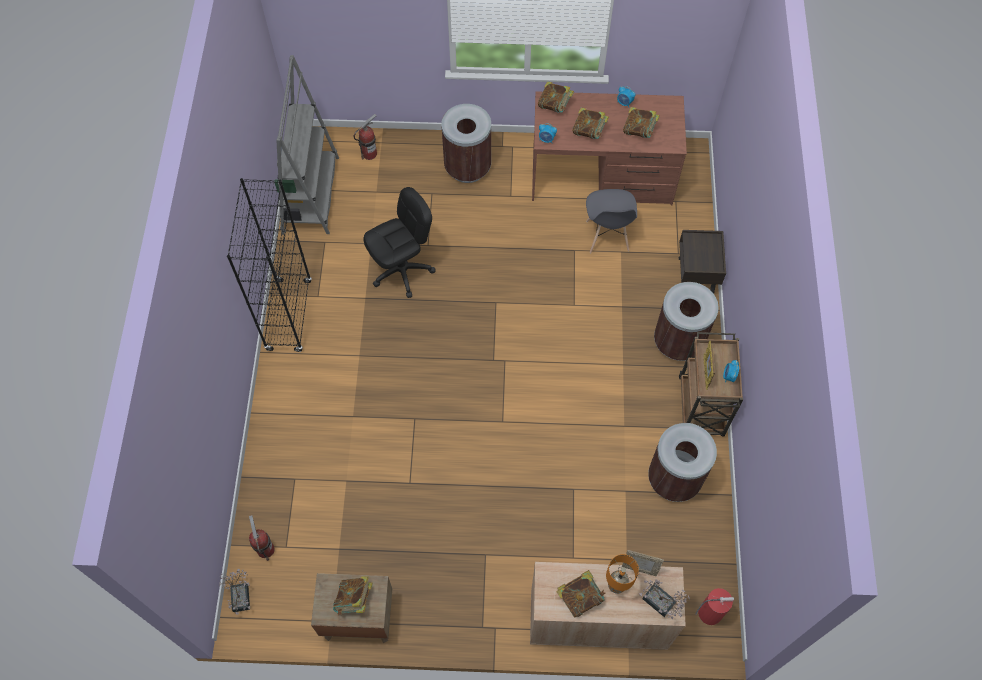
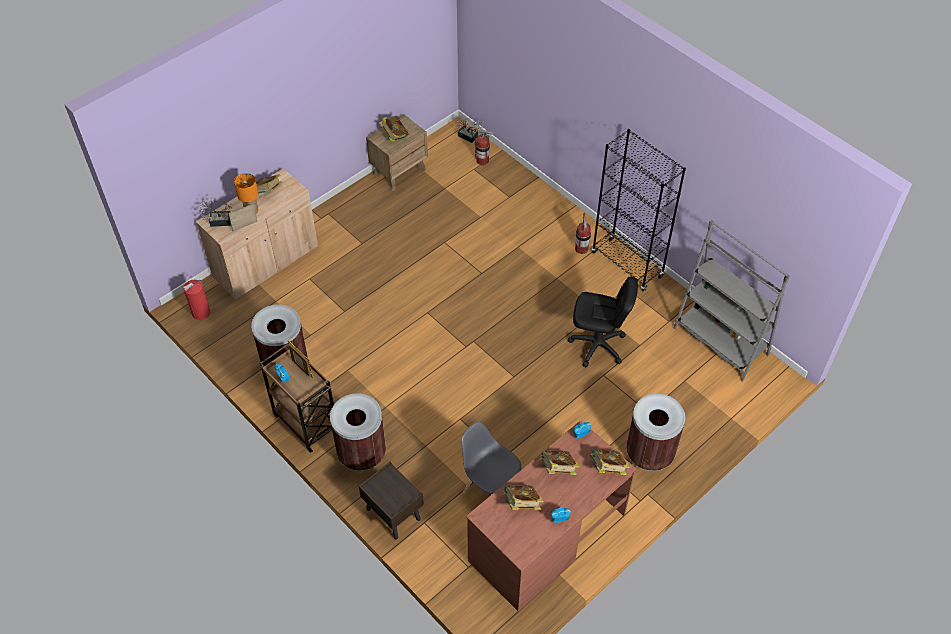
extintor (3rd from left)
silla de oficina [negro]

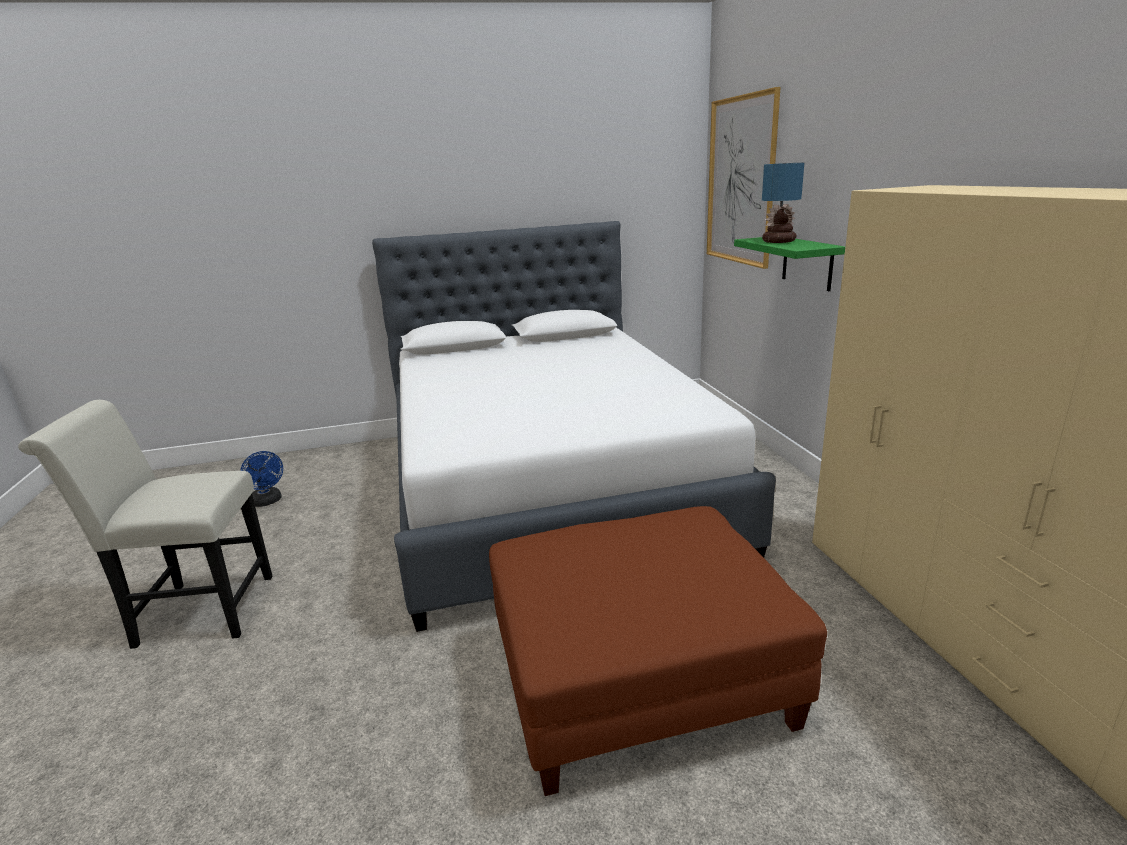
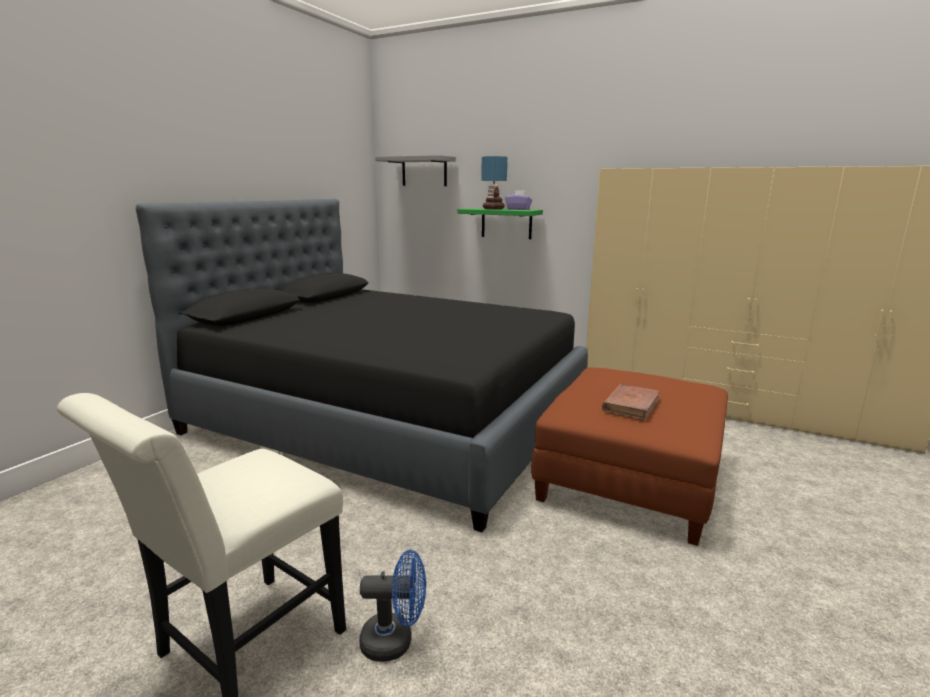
estante [gris]
cama [negro]
ventilador [azul]
caja de pañuelos [morado]
libro [marrón]

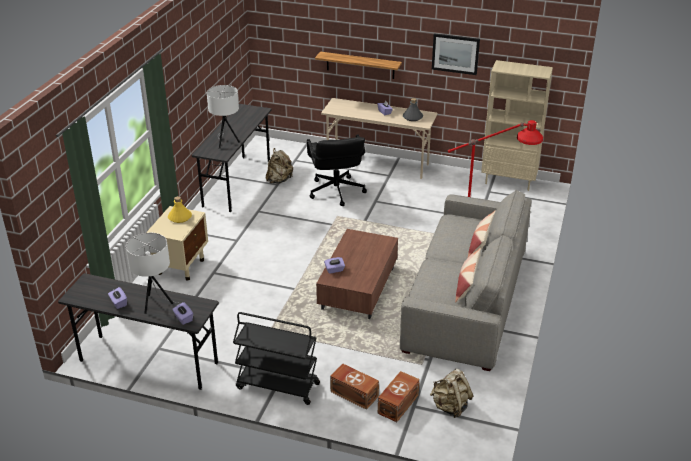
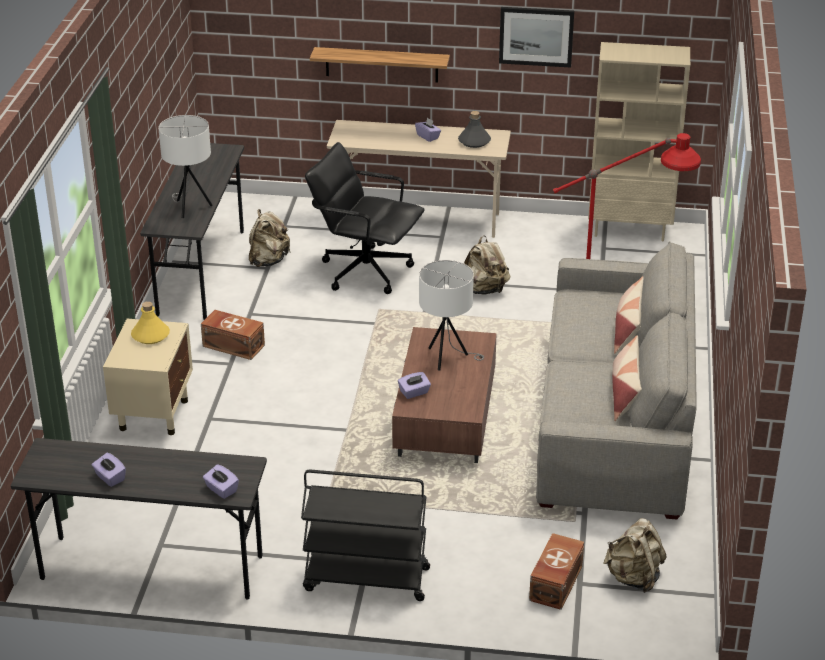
silla de oficina [negro]
lámpara de mesa [blanco] (2nd from left)
caja de almacenaje [marrón] (1st from left)
mochila [beis] (2nd from left)

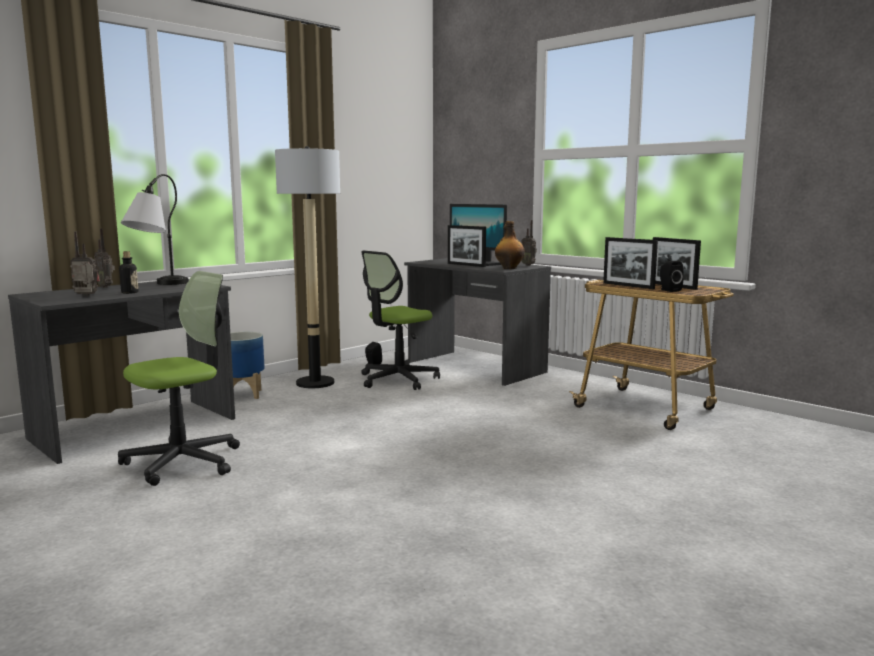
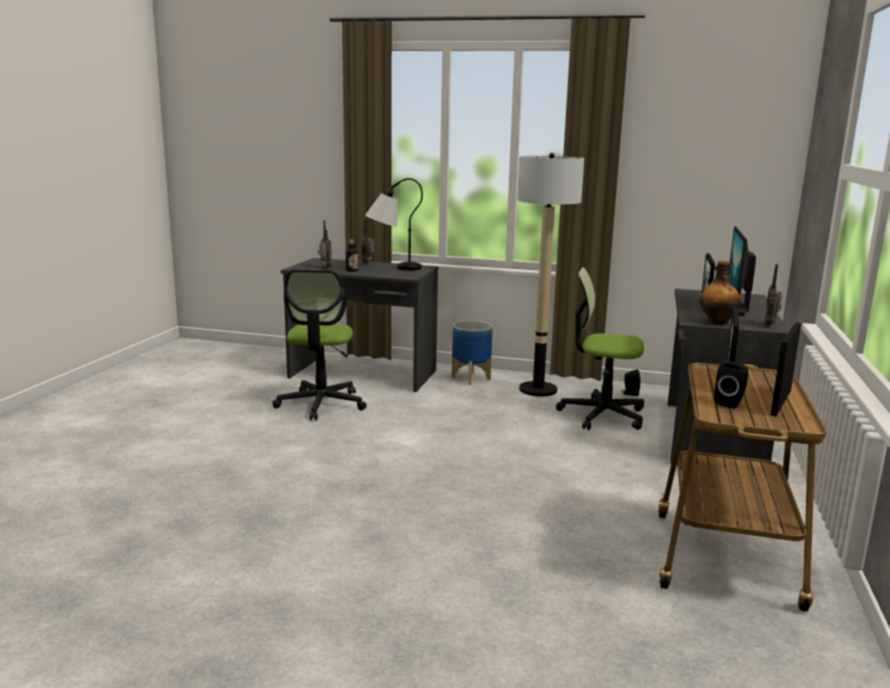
silla de oficina (1st from left)

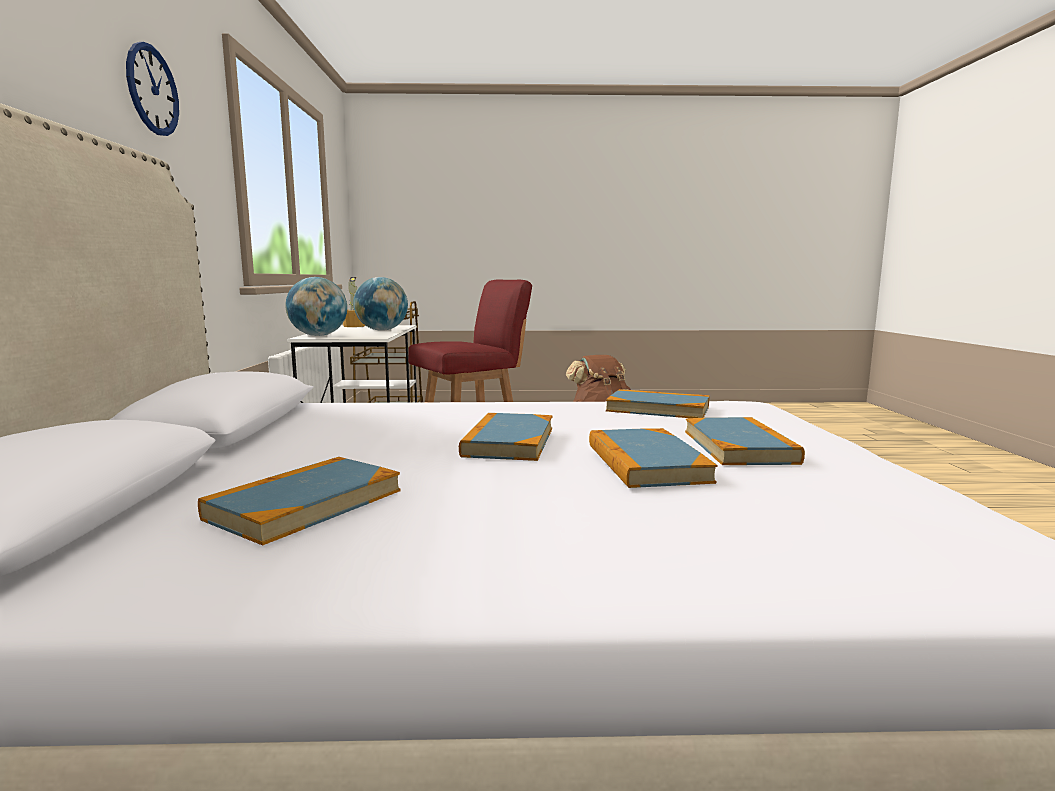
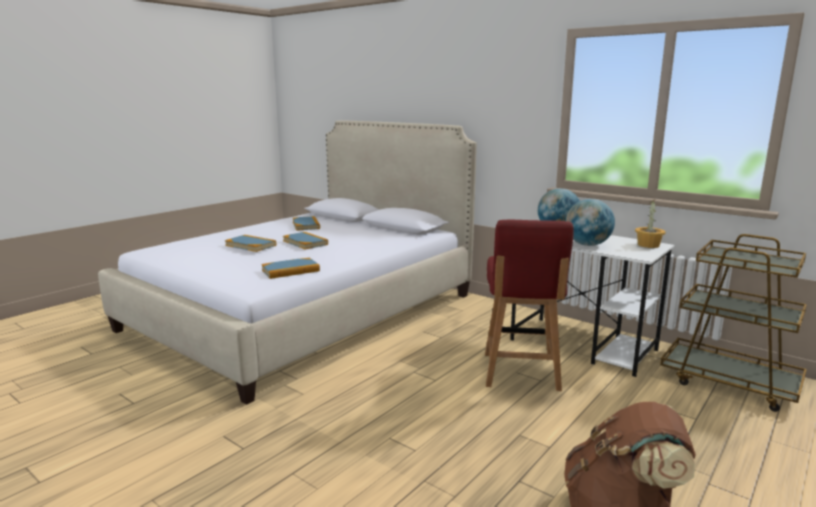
reloj de pared
libro (5th from left in the first image)

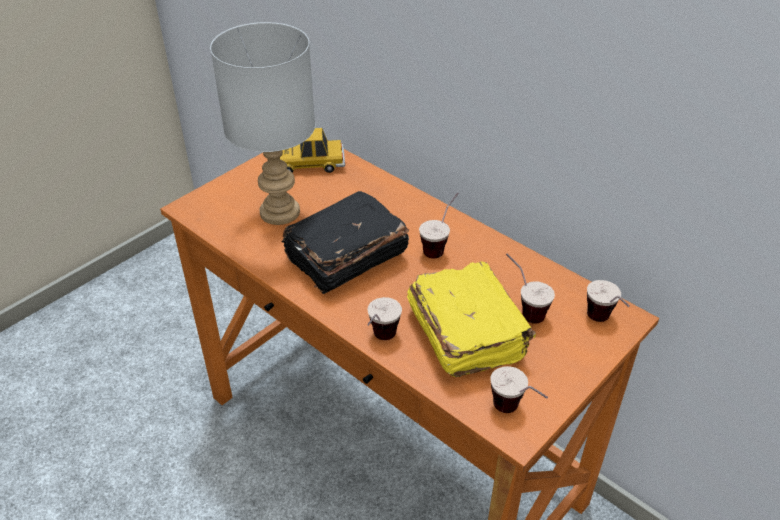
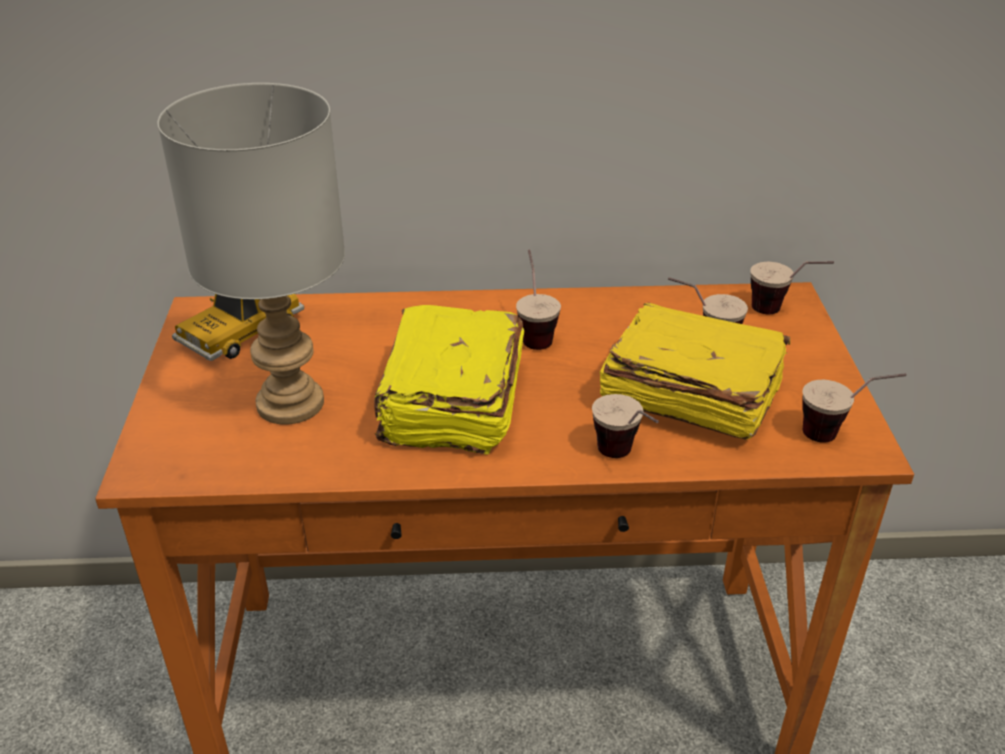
libro [amarillo] (1st from left)

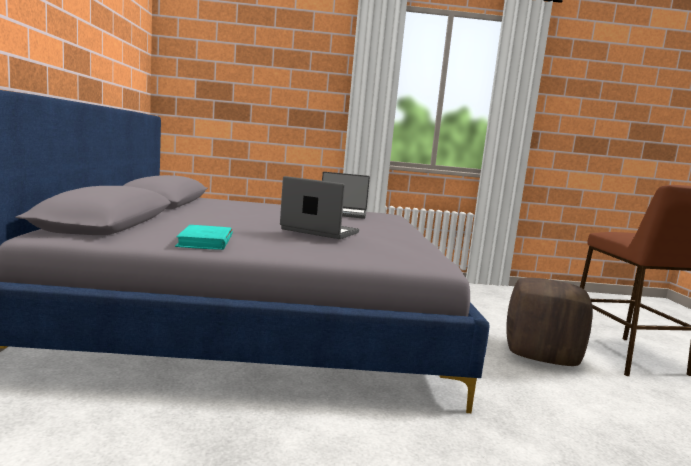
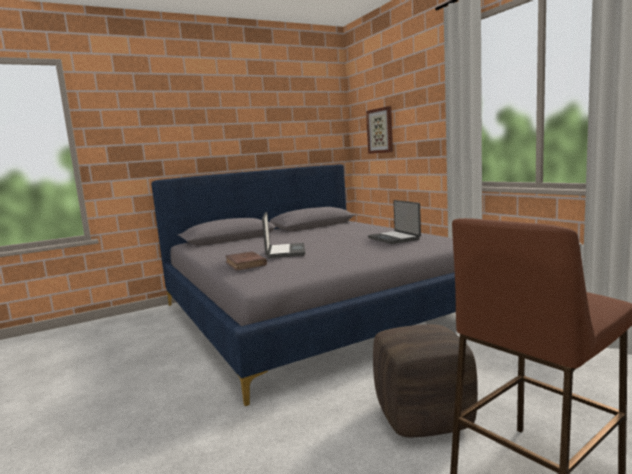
libro [turquesa]
cuadro
libro [marrón]

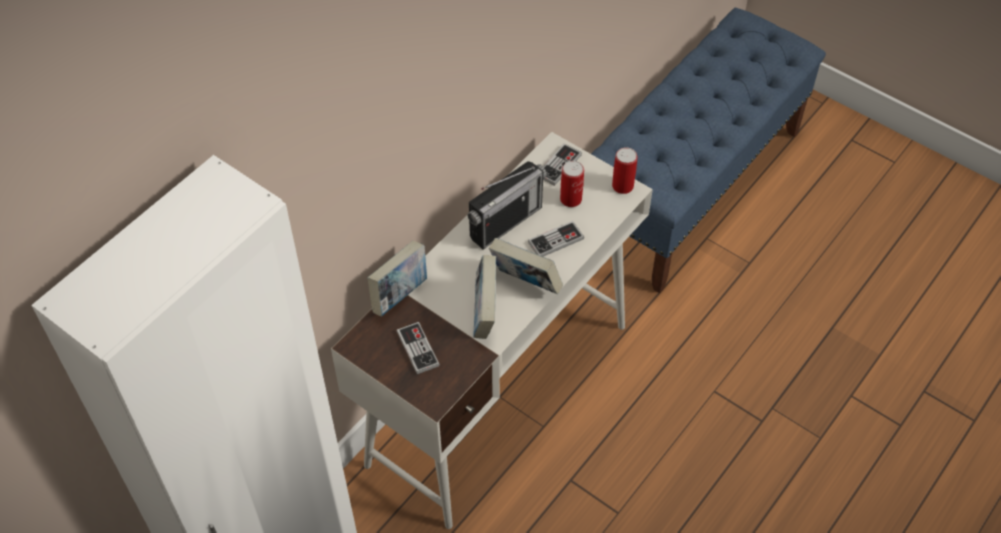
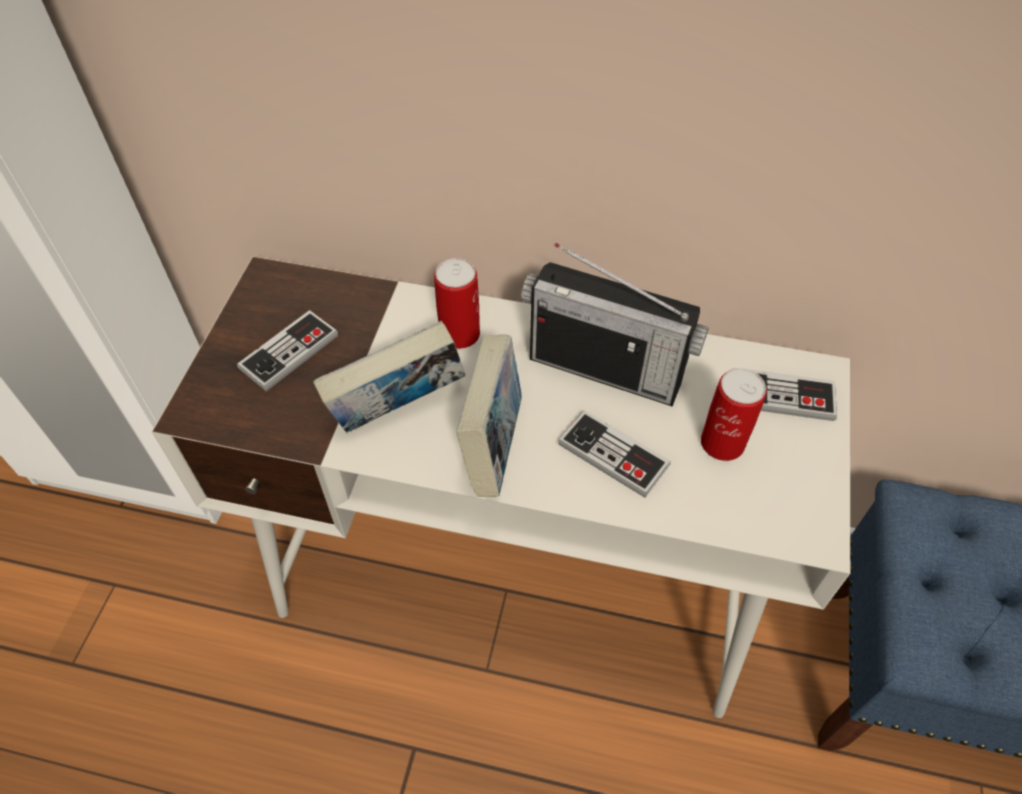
lata (1st from left)
libro (1st from left in the first image)

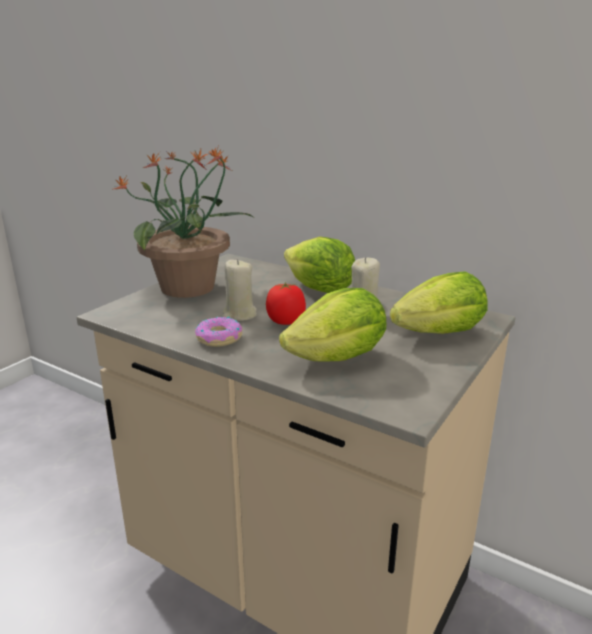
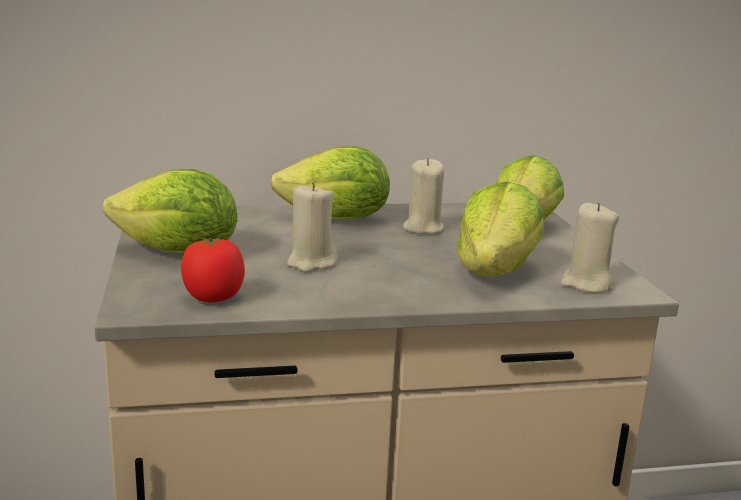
lechuga (1st from left)
tomate
rosquilla
vela [beis] (3rd from left)

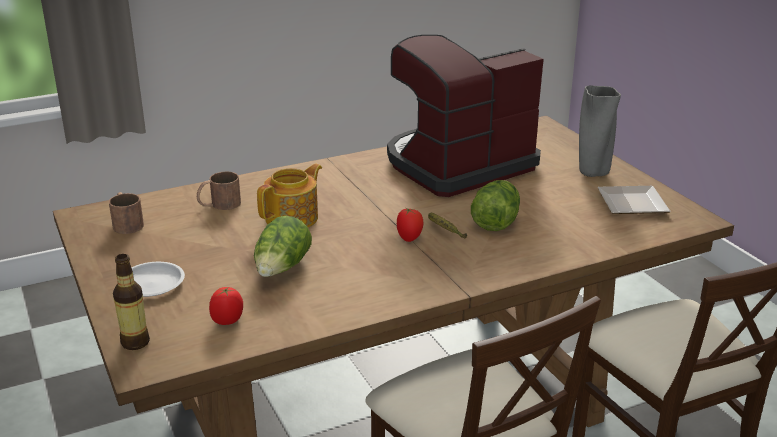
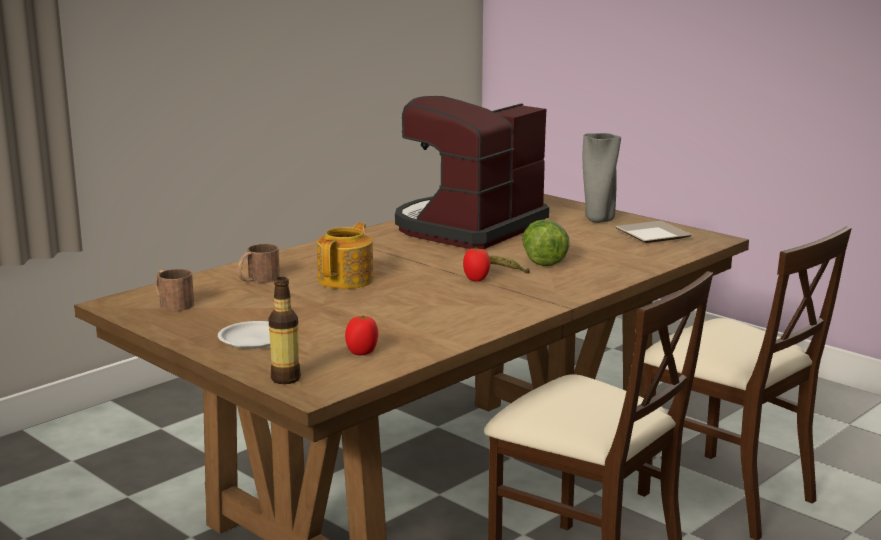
lechuga (1st from left in the first image)

